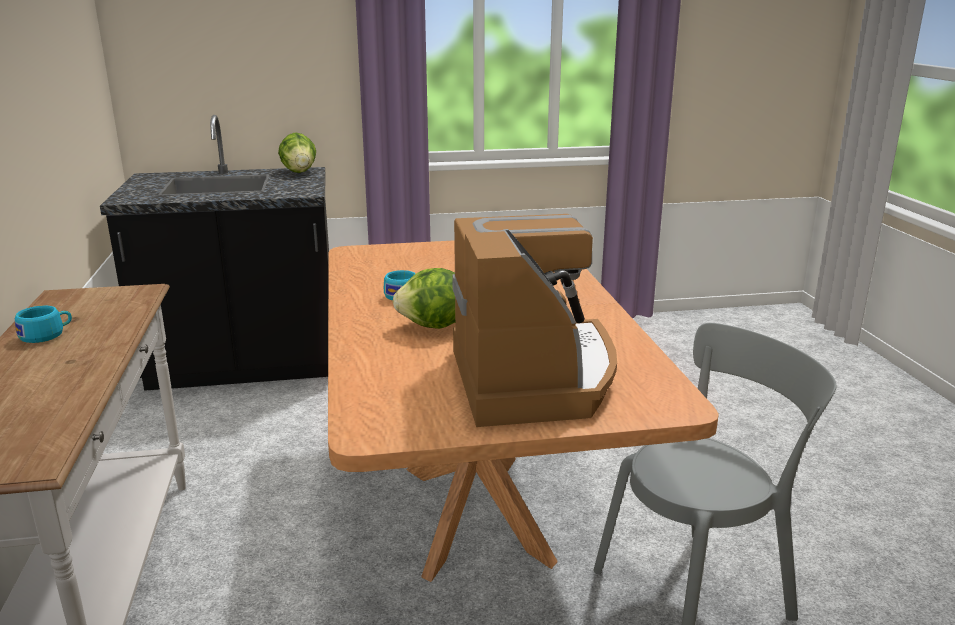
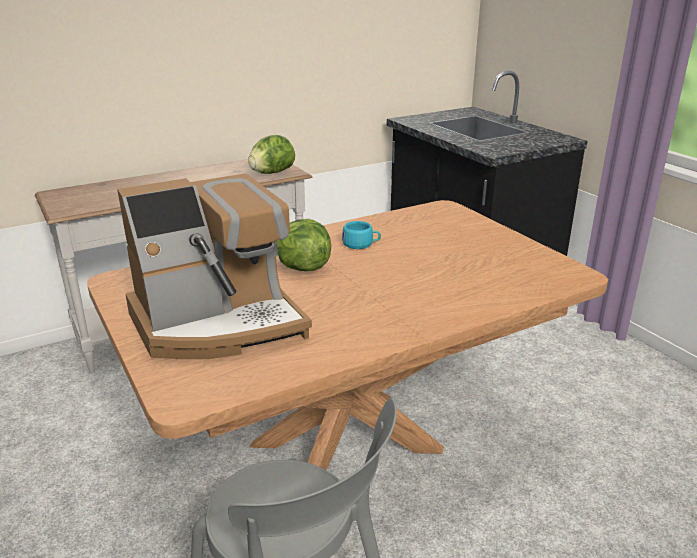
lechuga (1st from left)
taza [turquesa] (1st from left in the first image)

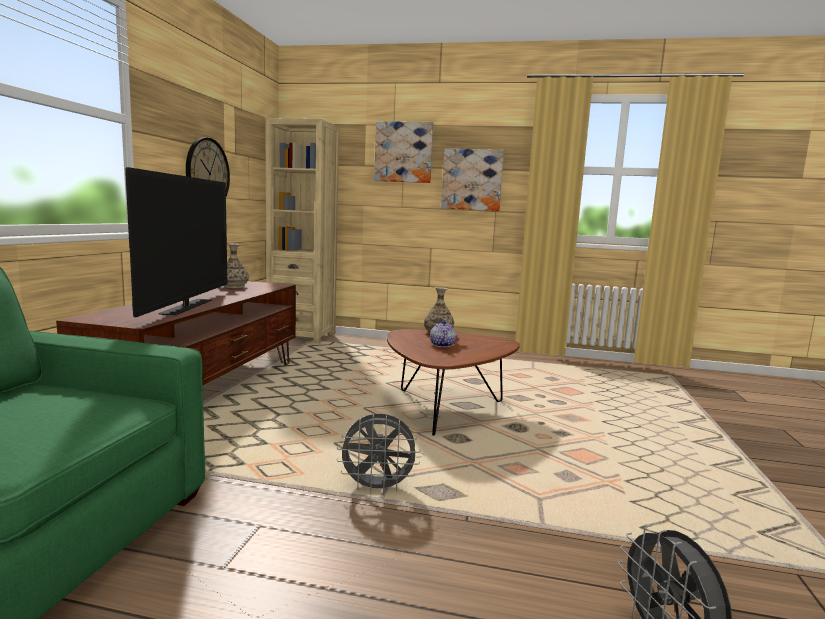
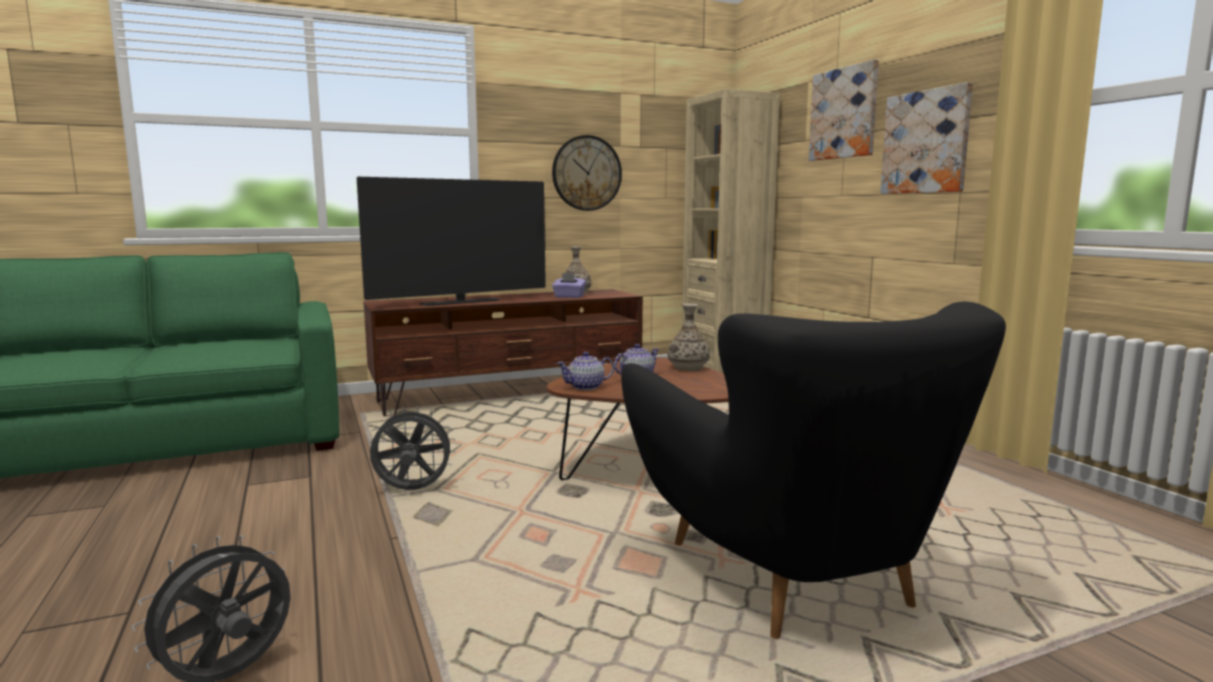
ventilador [gris] (2nd from left)
caja de pañuelos [morado]
sillón [negro]
tetera (1st from left)

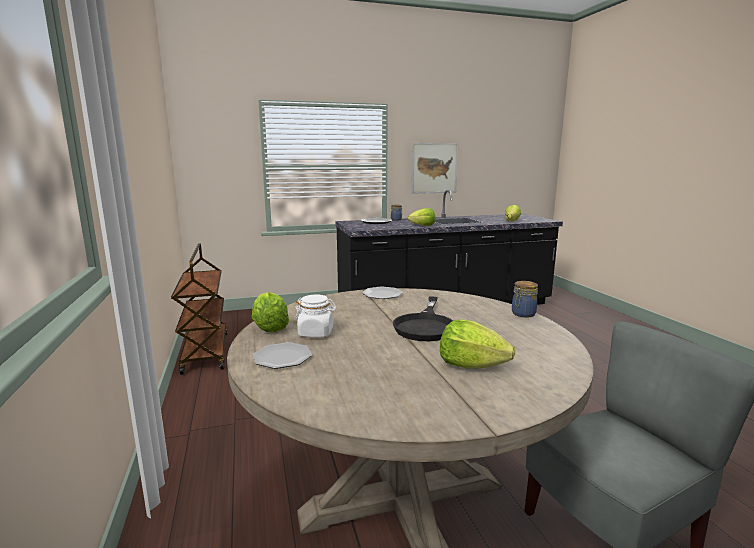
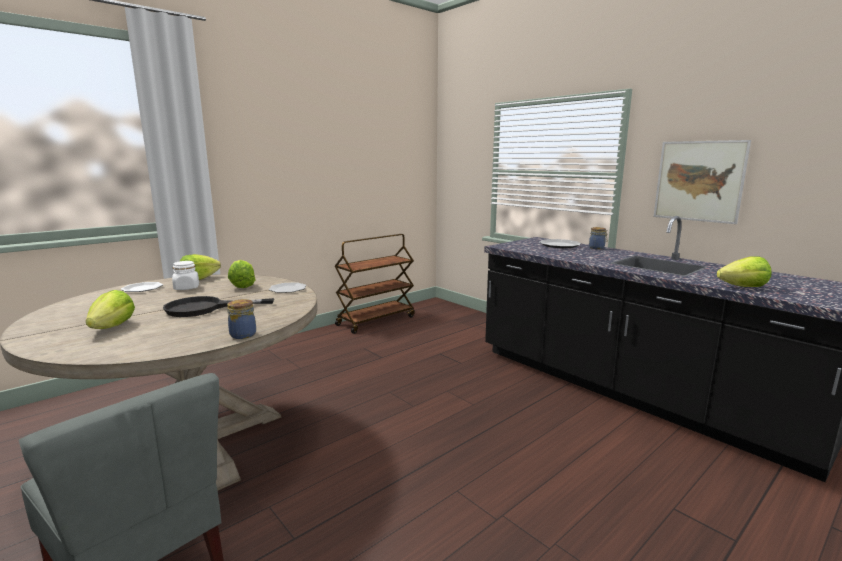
lechuga (3rd from left)

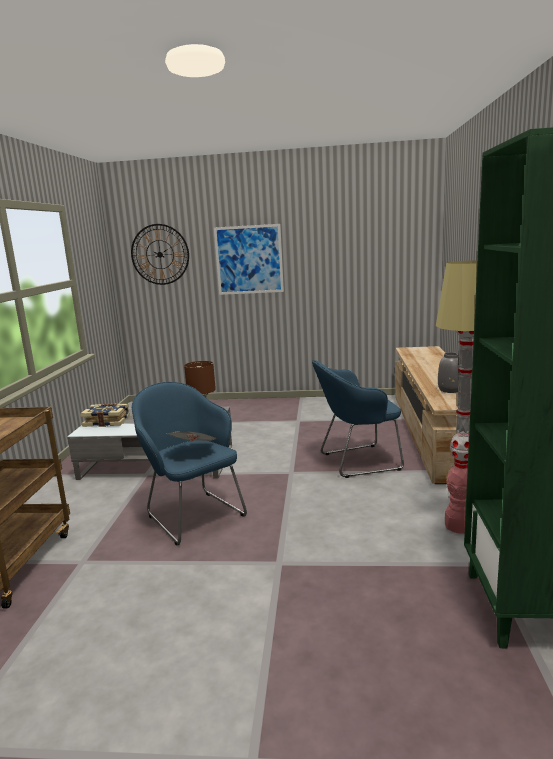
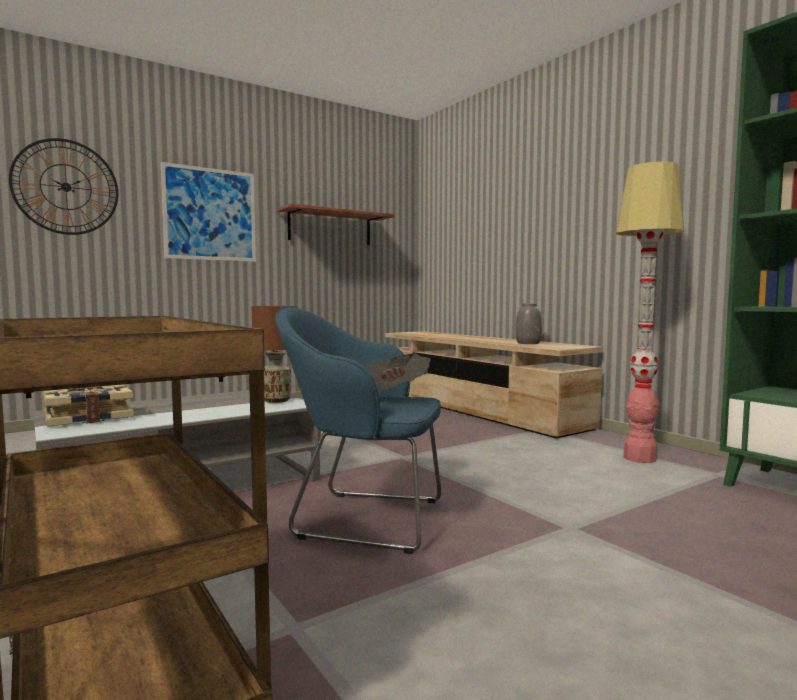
sillón [azul] (2nd from left in the first image)
estante

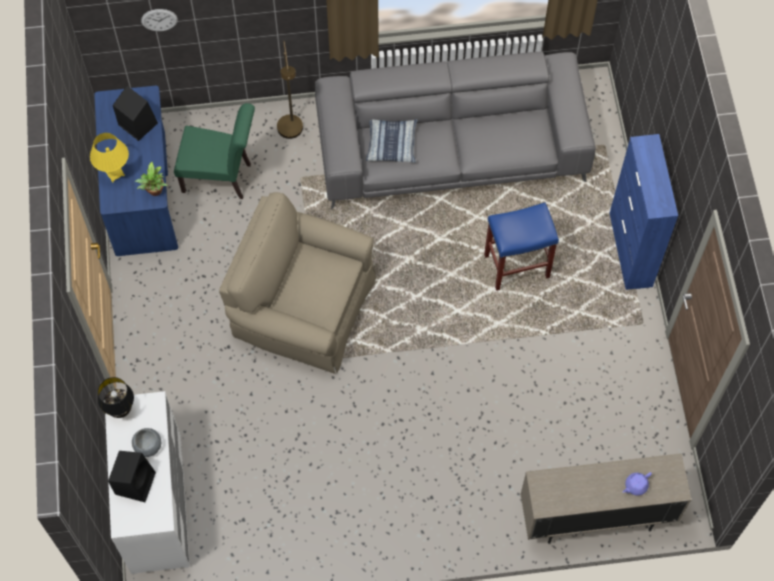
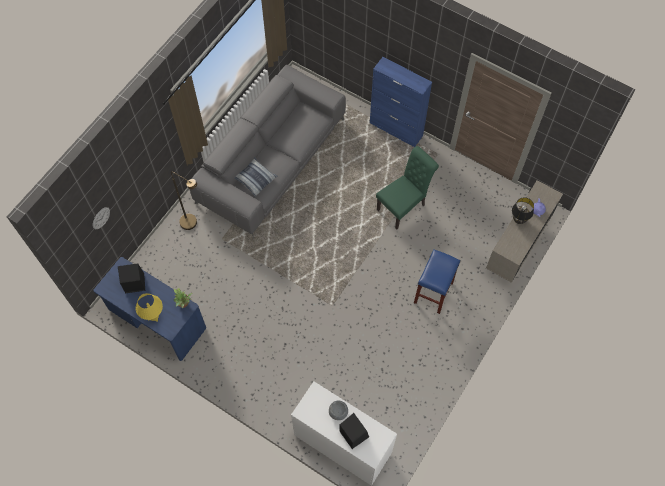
silla [verde]
sillón [beis]
taburete [azul]
lámpara de mesa [negro]

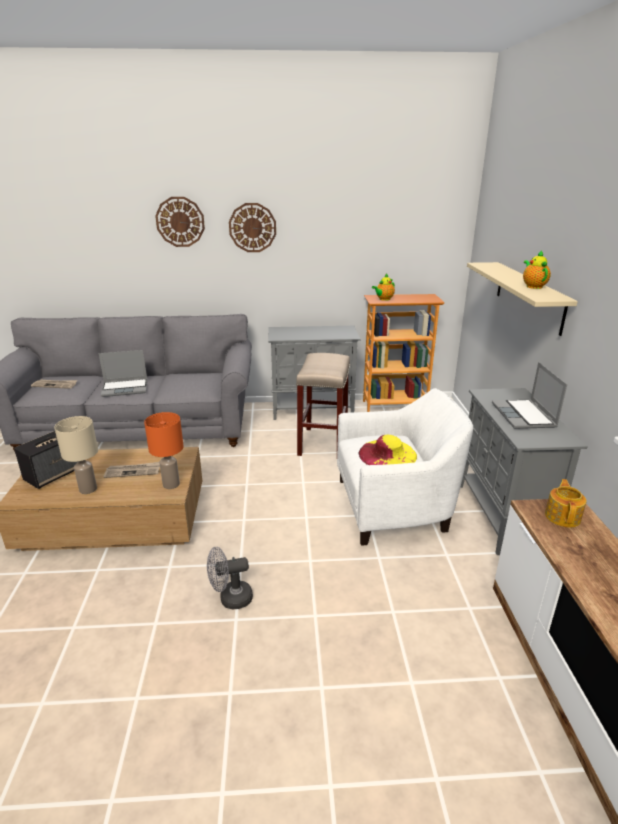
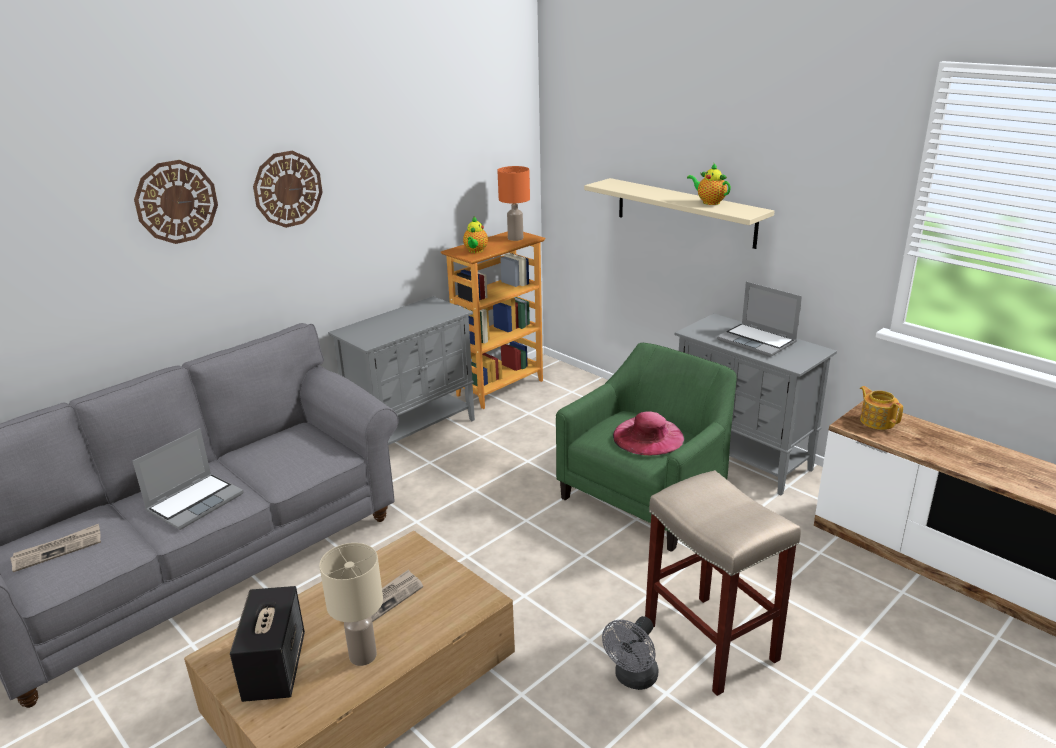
taburete [beis]
sillón [verde]
lámpara de mesa [naranja]
sombrero [rosa]

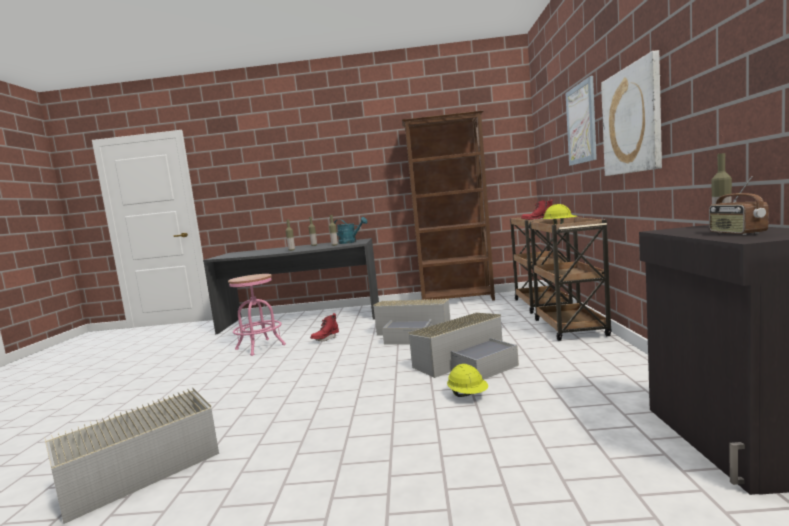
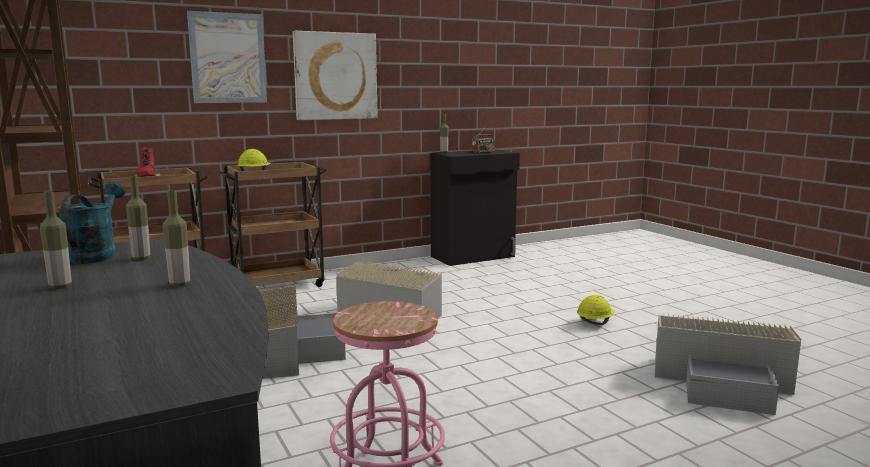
bota [rojo] (1st from left in the first image)
casco [amarillo] (2nd from left)

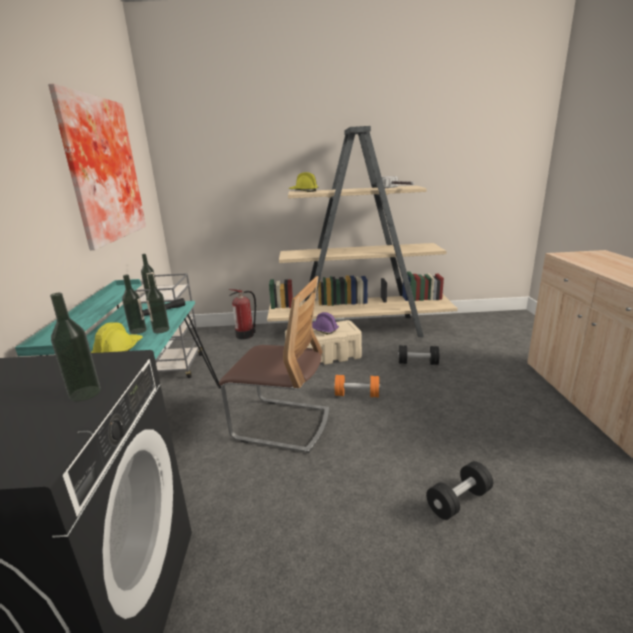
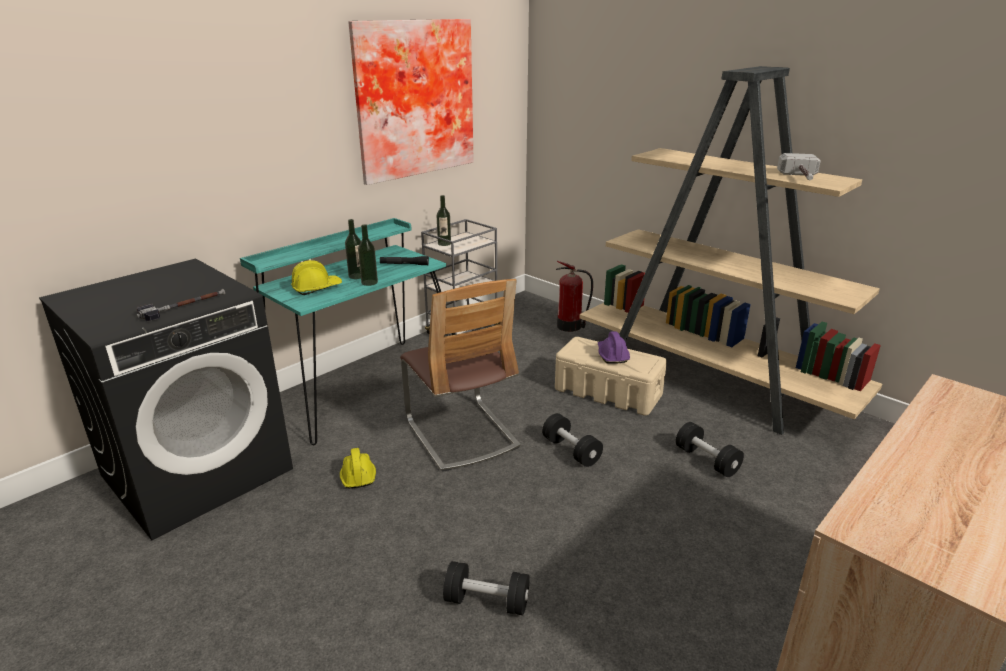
casco [amarillo] (2nd from left)
martillo (1st from left)
mancuerna [negro] (2nd from left)

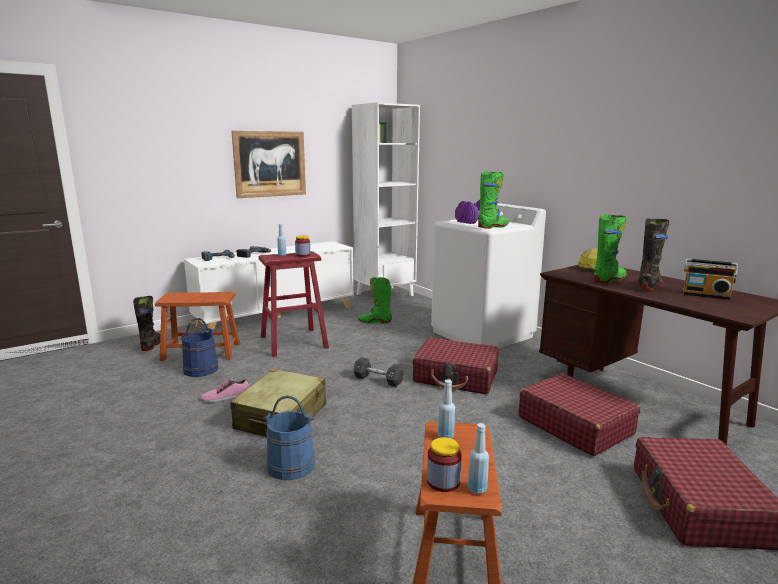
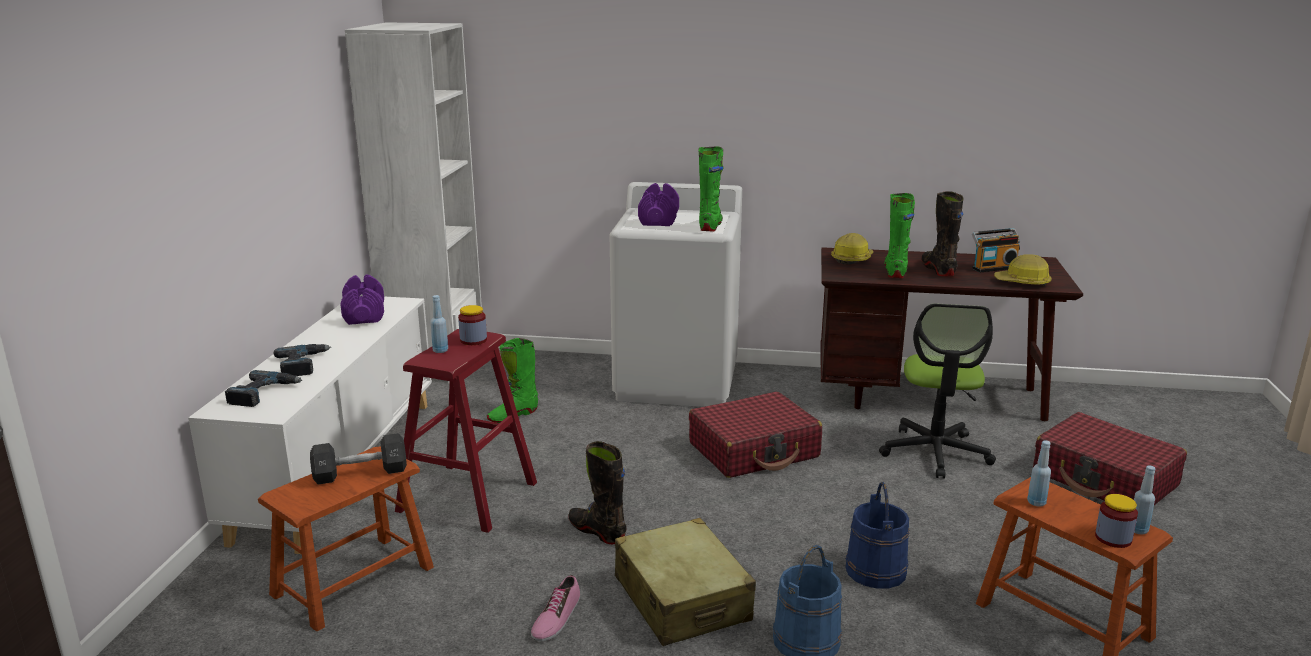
cuadro
bota [negro] (1st from left)
cubo [azul] (2nd from left)
mancuerna [negro]
silla de oficina
casco (2nd from left)
mancuerna [morado] (1st from left)

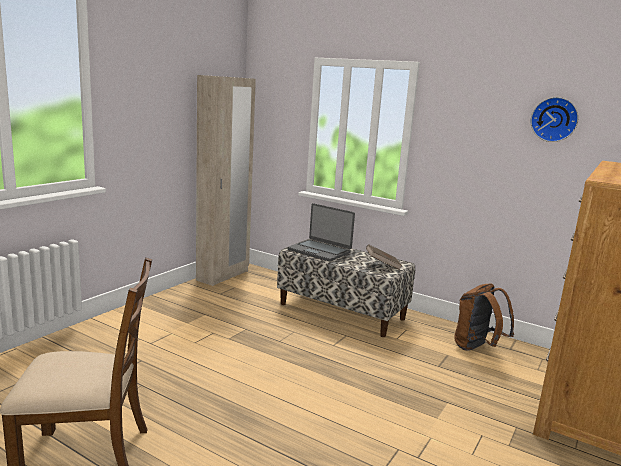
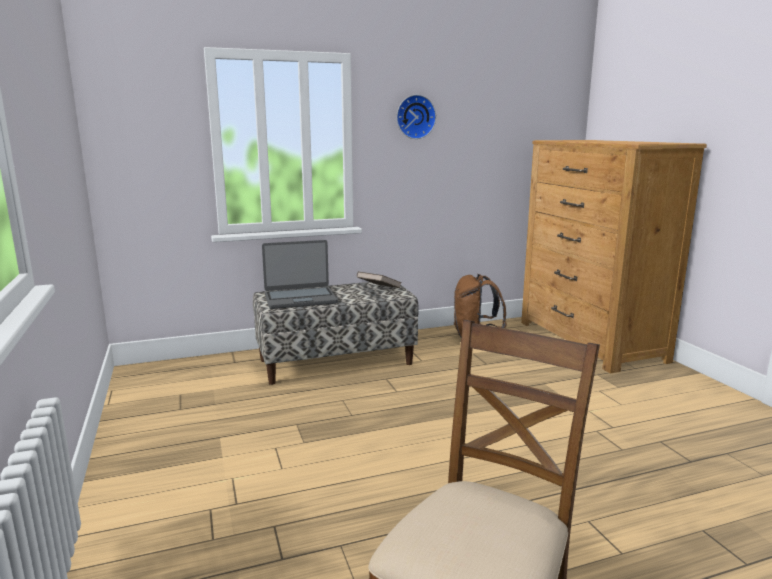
armario ropero [beis]
reloj de pared

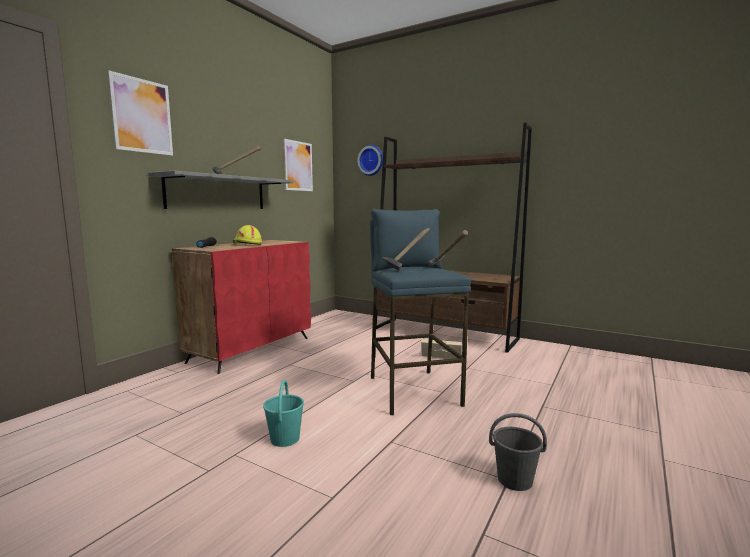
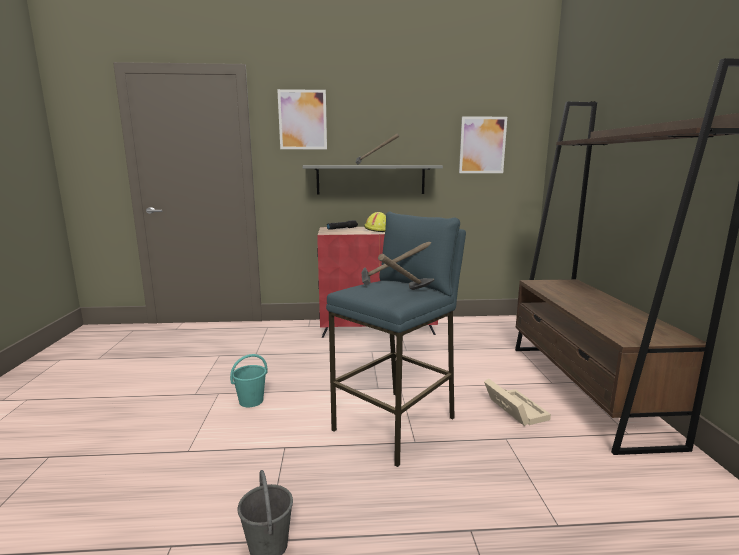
reloj de pared

